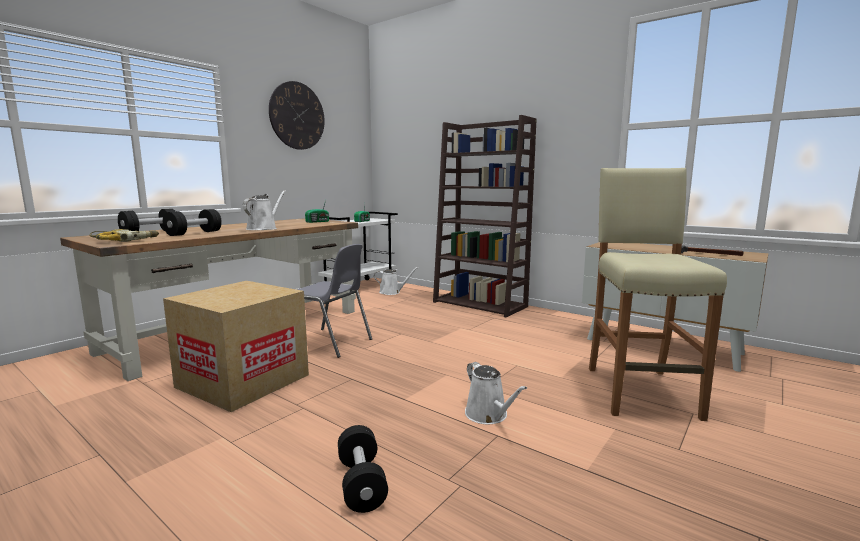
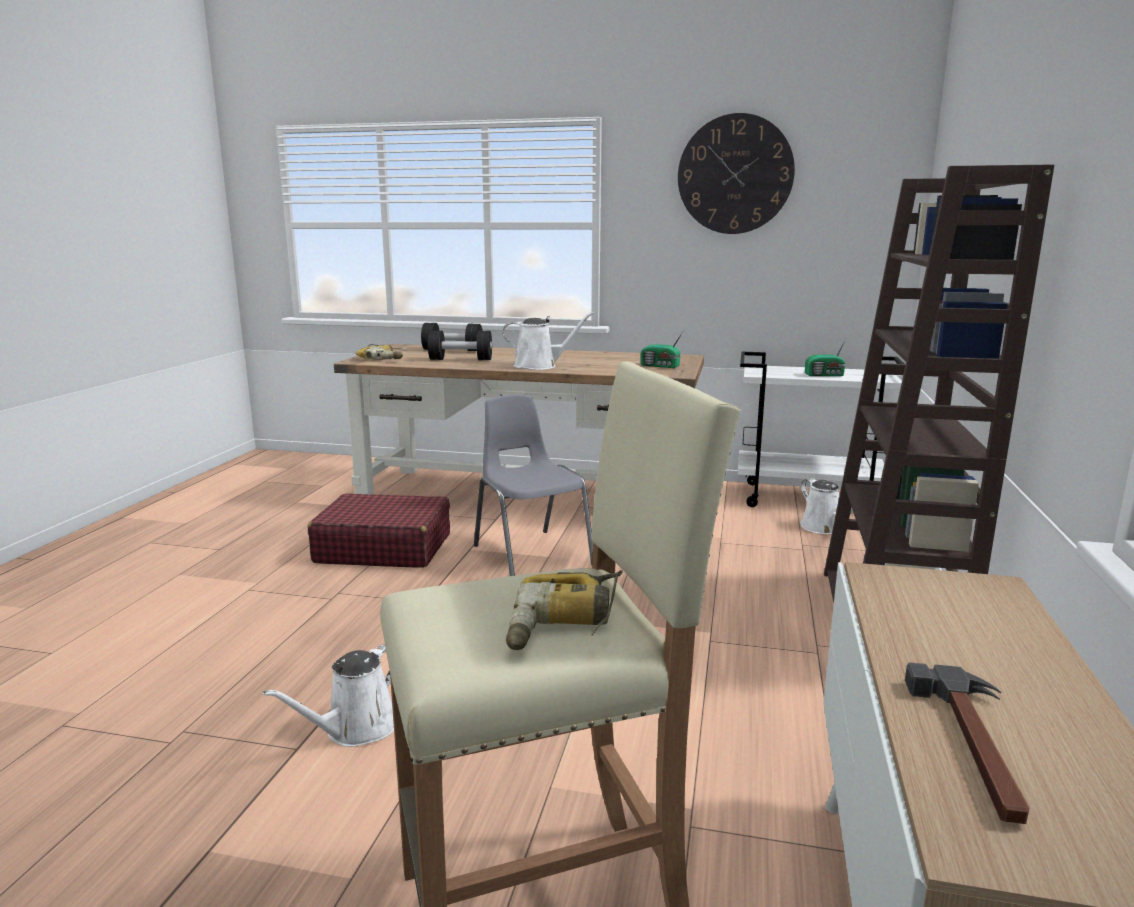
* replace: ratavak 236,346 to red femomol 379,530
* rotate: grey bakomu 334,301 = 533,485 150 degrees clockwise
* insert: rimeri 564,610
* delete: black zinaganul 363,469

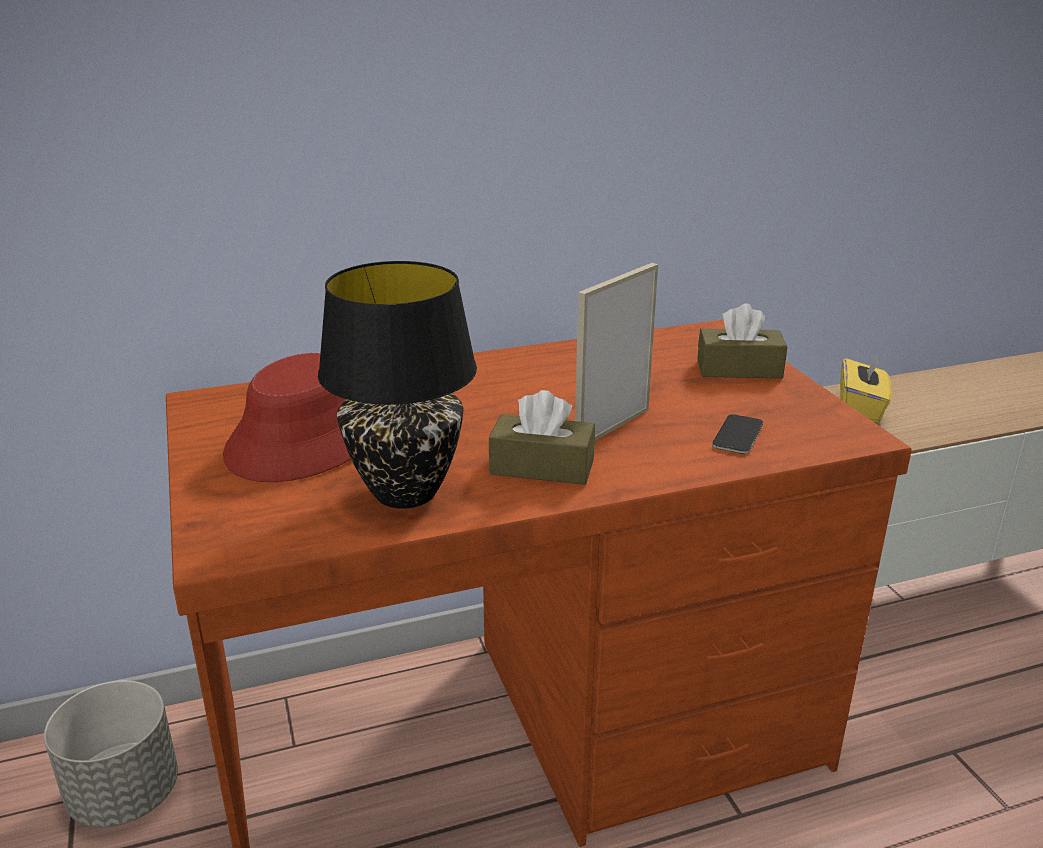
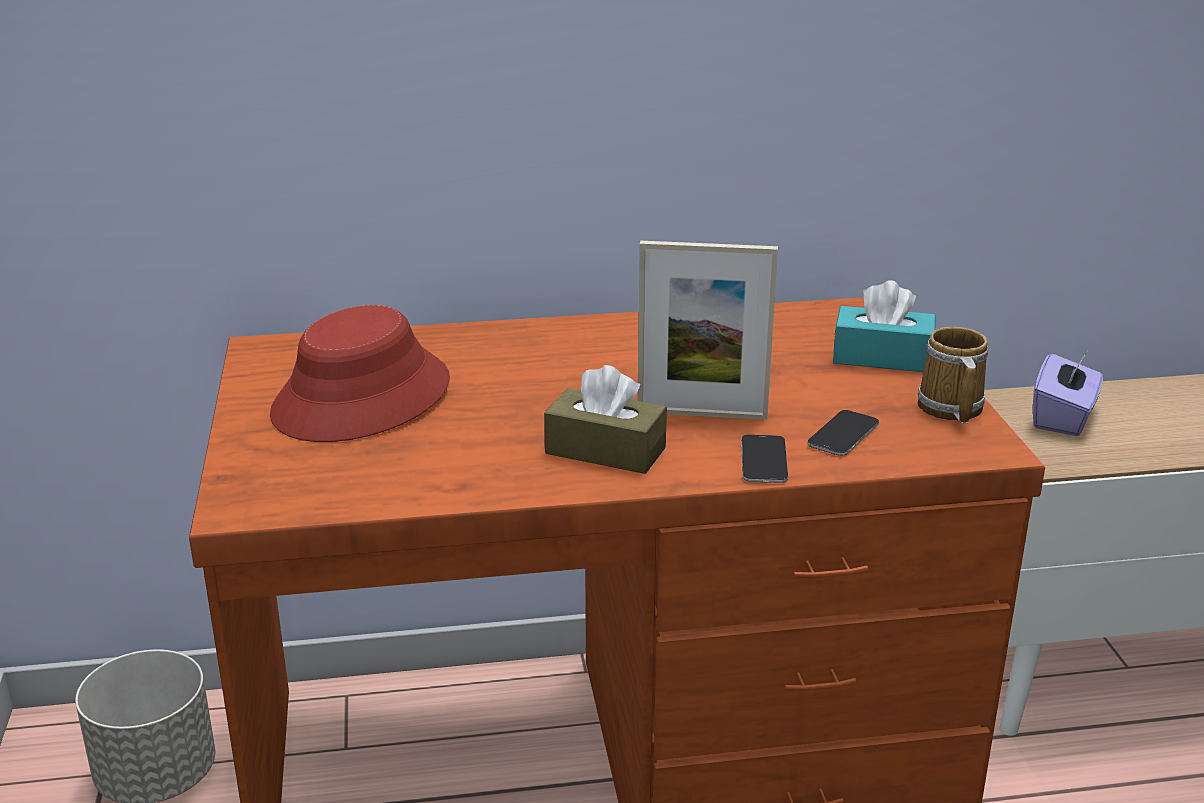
* rotate: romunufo 616,352 = 708,330 135 degrees counterclockwise
* insert: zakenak 764,459
* recolor: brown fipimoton 742,341 to turquoise fipimoton 884,326
* insert: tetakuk 953,375
* recolor: yellow fipimoton 866,388 to purple fipimoton 1068,394
* delete: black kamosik 397,385

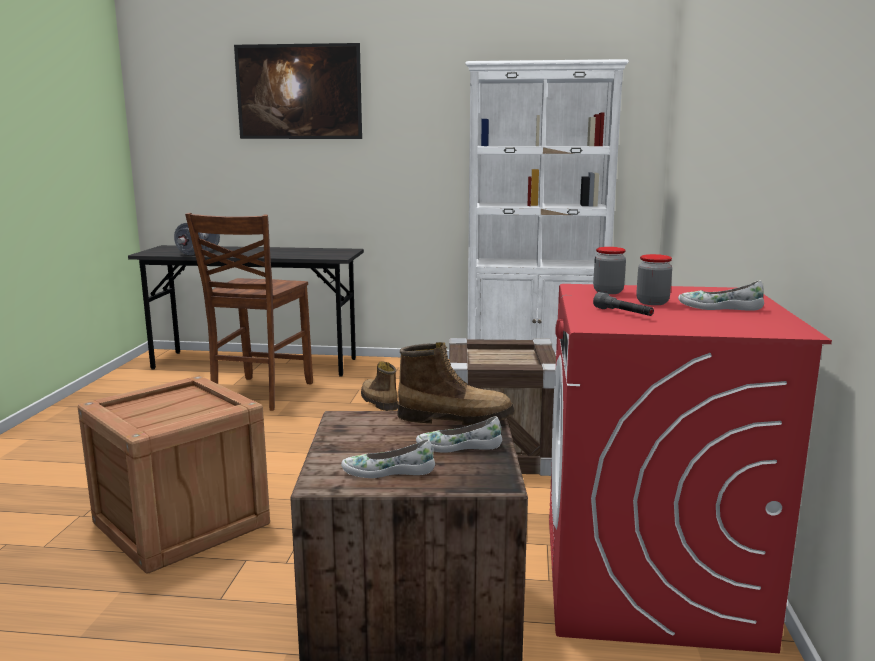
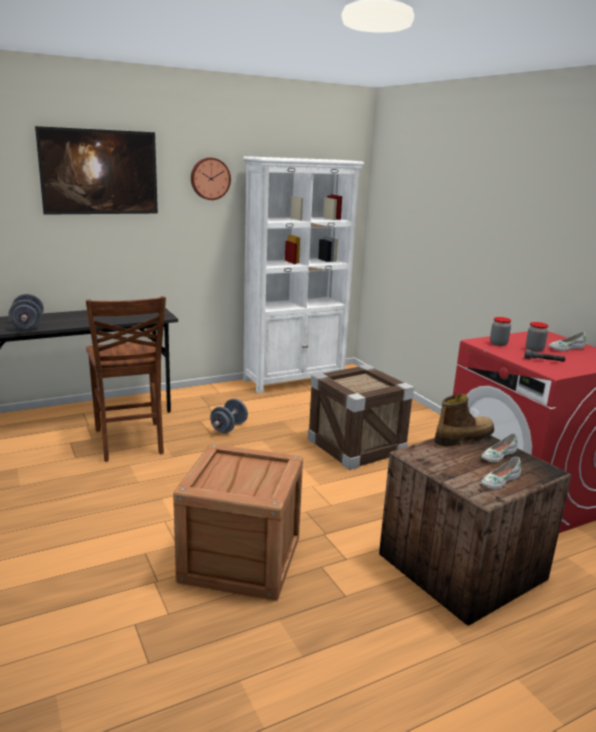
* insert: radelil 211,178
* replace: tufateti 379,386 to grey zinaganul 229,415

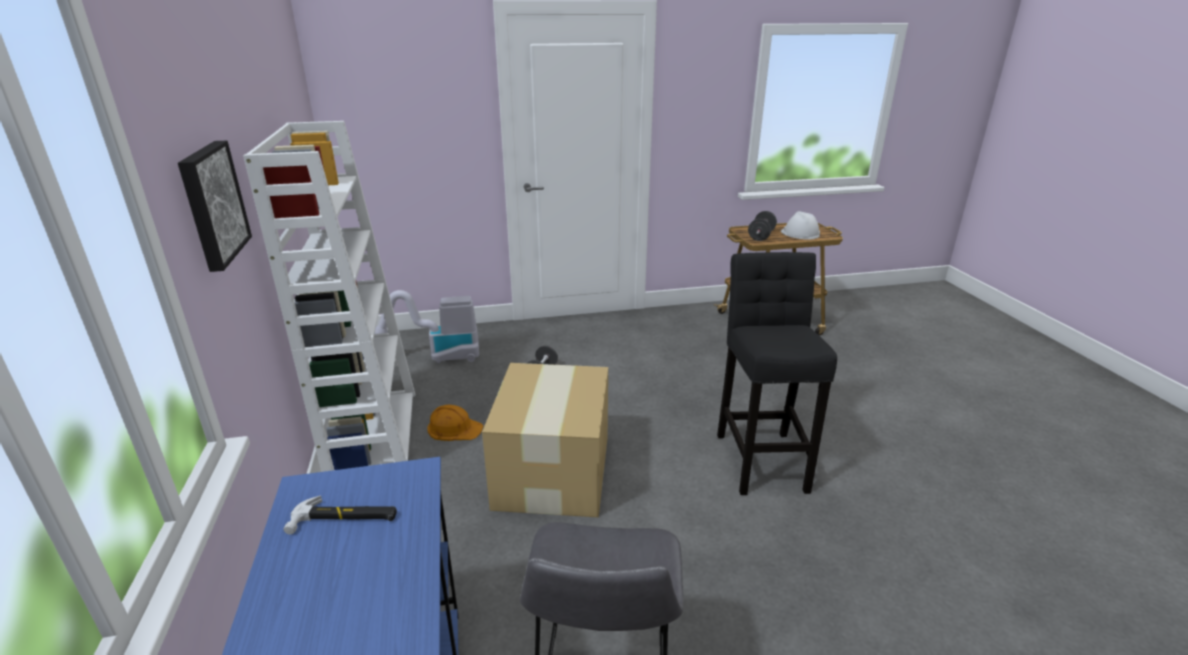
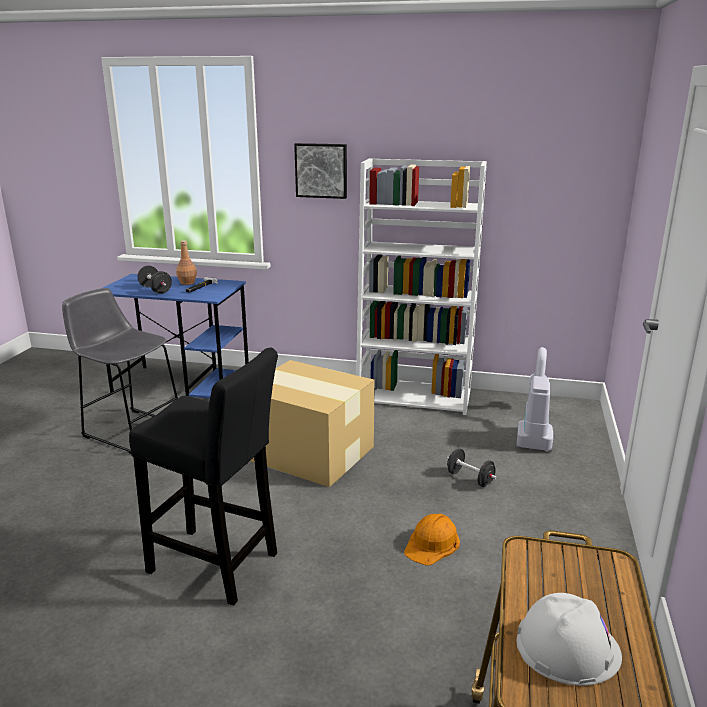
* move: black zinaganul 762,226 to 154,280
* insert: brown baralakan 186,262
* move: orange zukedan 455,422 to 432,539

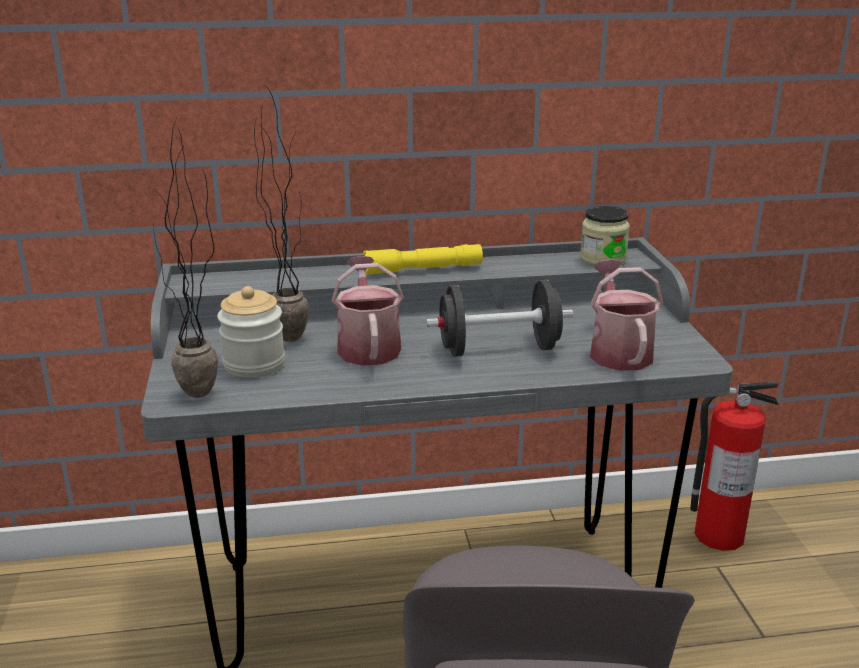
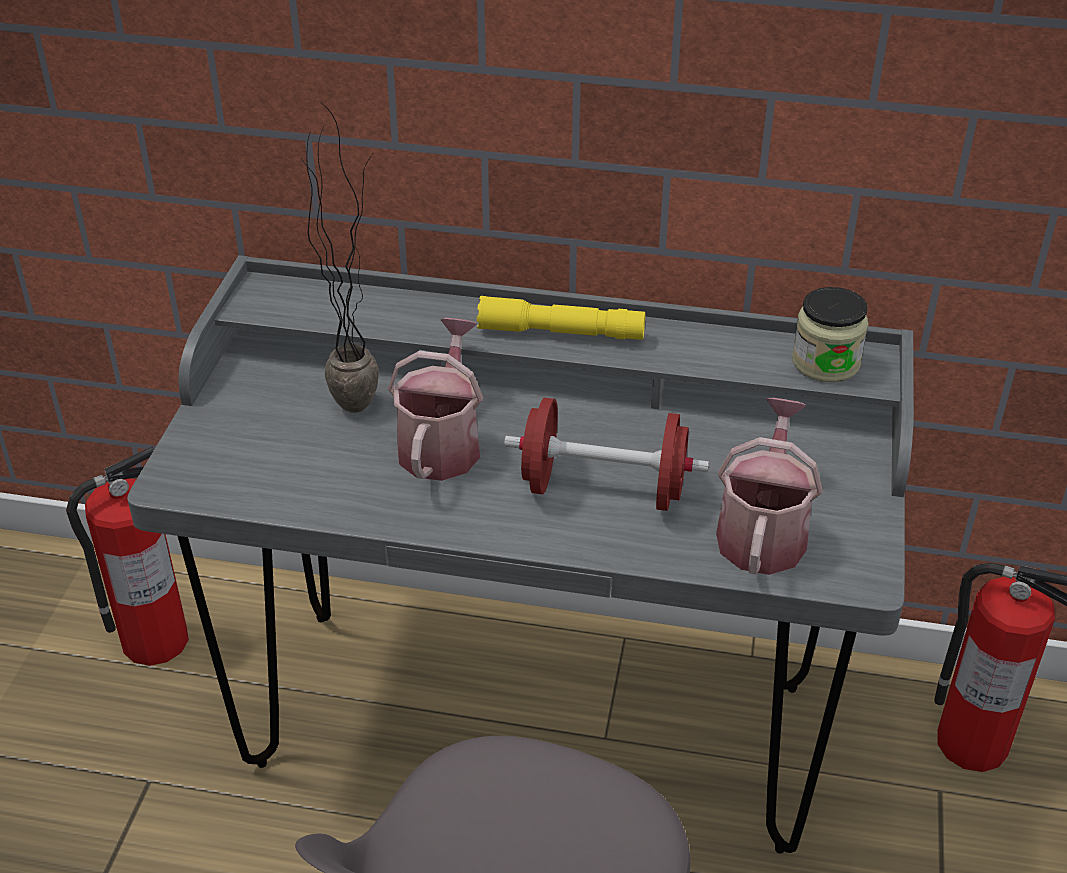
* insert: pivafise 127,556
* recolor: black zinaganul 499,318 to red zinaganul 606,454
* delete: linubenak 185,259
* delete: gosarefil 251,332

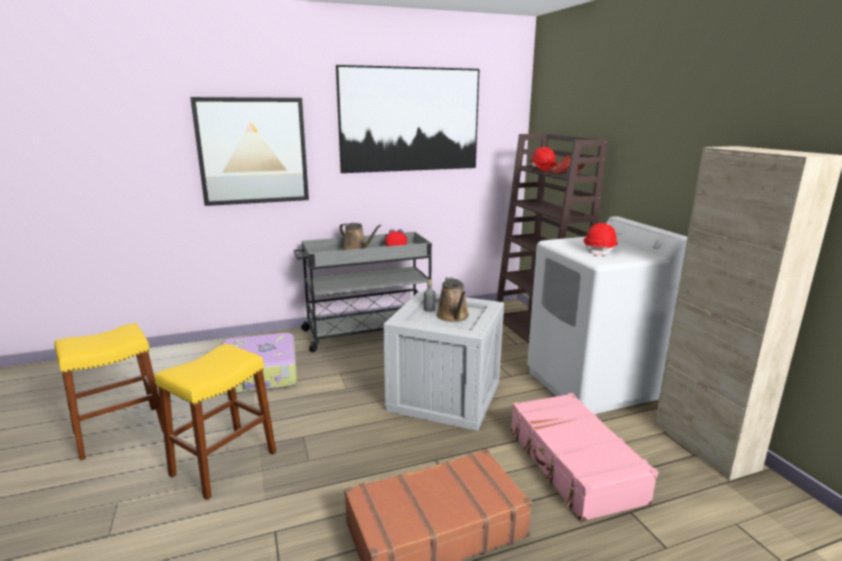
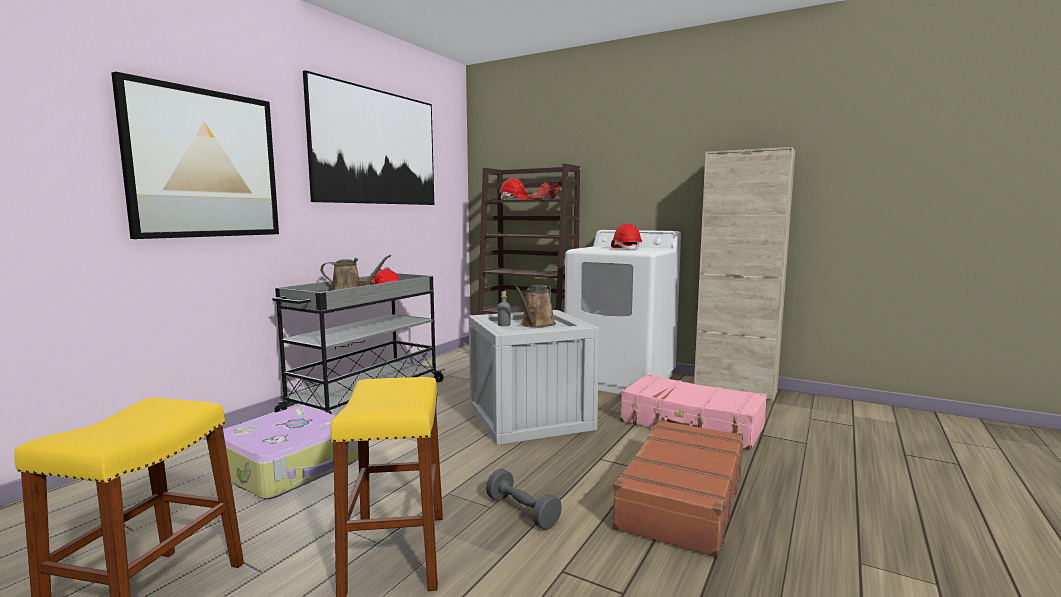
* insert: grey zinaganul 524,499
* rotate: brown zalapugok 452,299 = 535,306 75 degrees clockwise

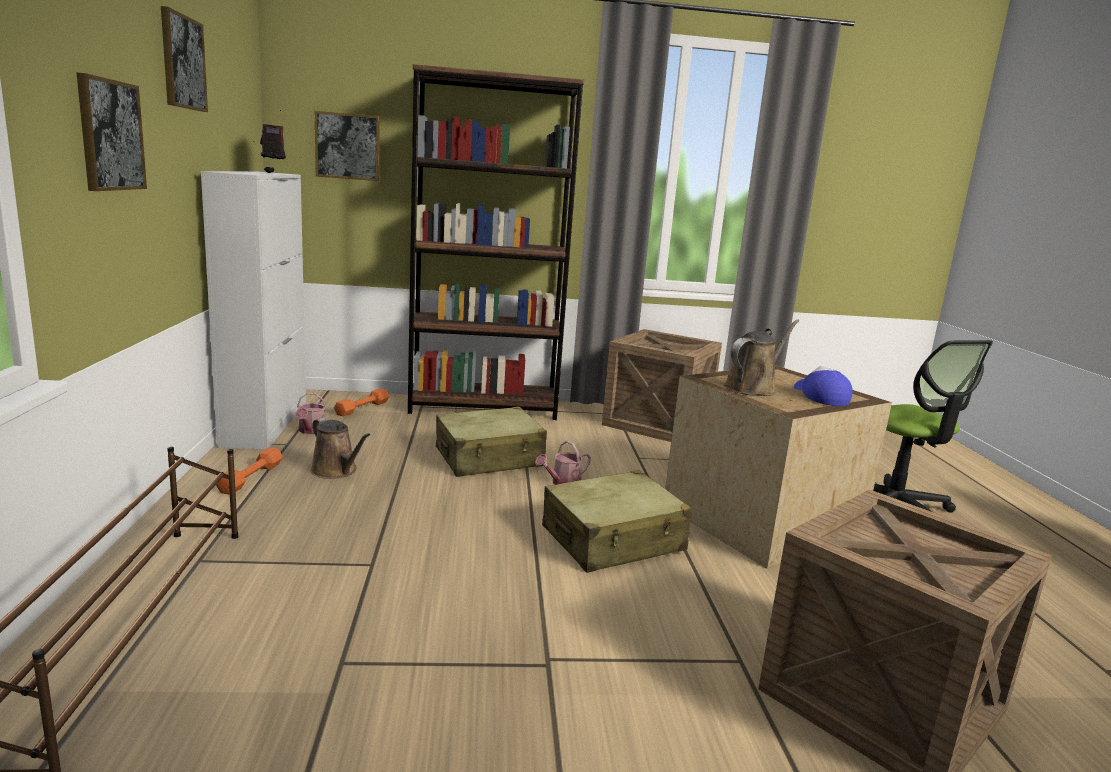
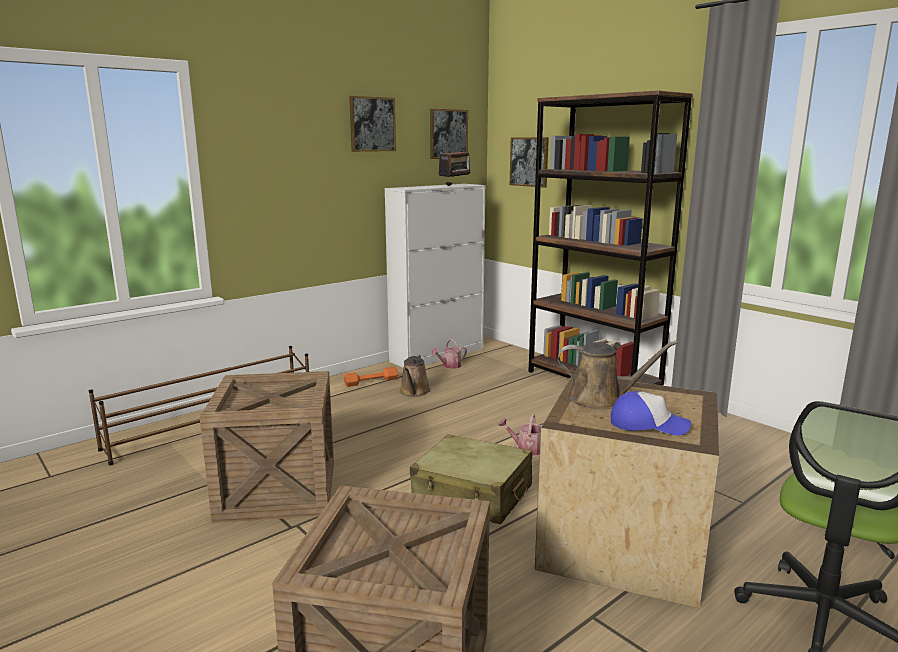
* move: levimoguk 662,385 to 266,447
* move: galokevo 112,131 to 449,134
* rotate: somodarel 823,386 = 651,413 60 degrees clockwise
* delete: orange zinaganul 361,402
* delete: beige femomol 491,442

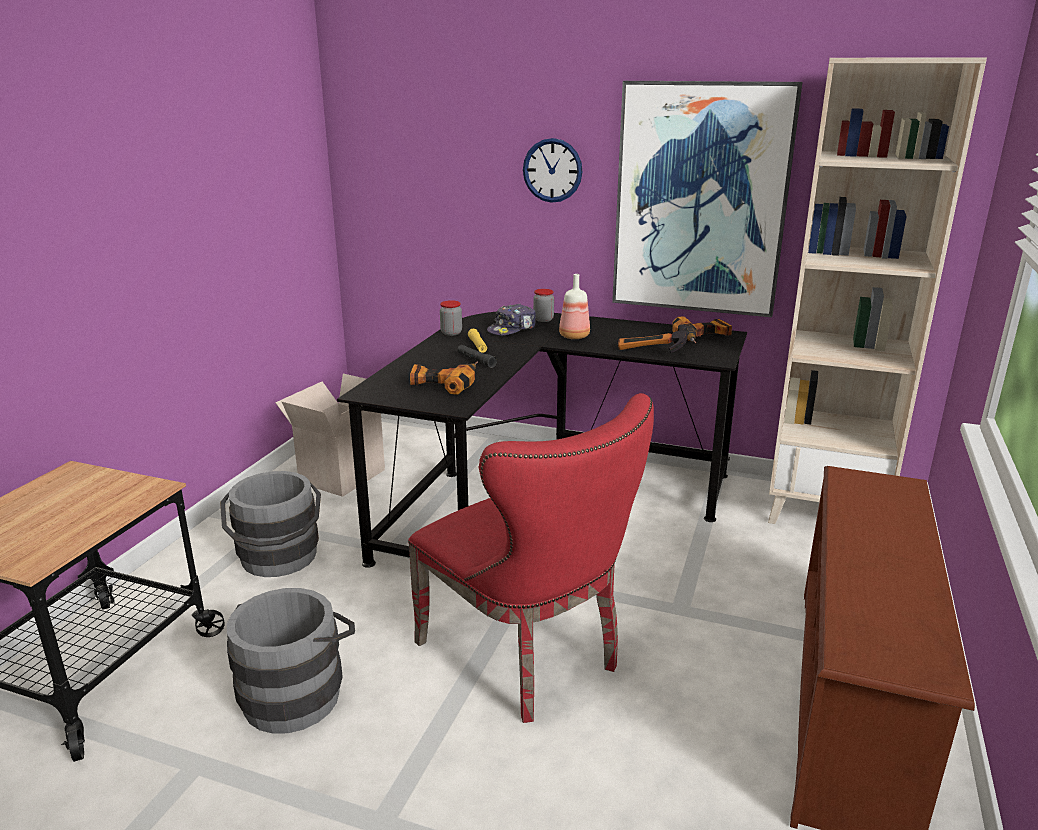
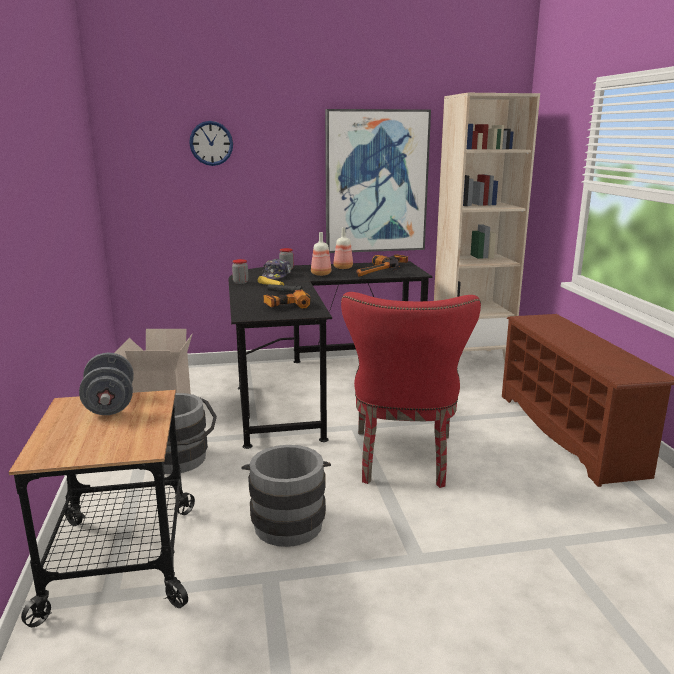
* insert: grey zinaganul 106,384
* move: radelil 553,170 to 211,143
* insert: baralakan 343,248
* rotate: red bakomu 531,558 = 411,390 75 degrees clockwise

